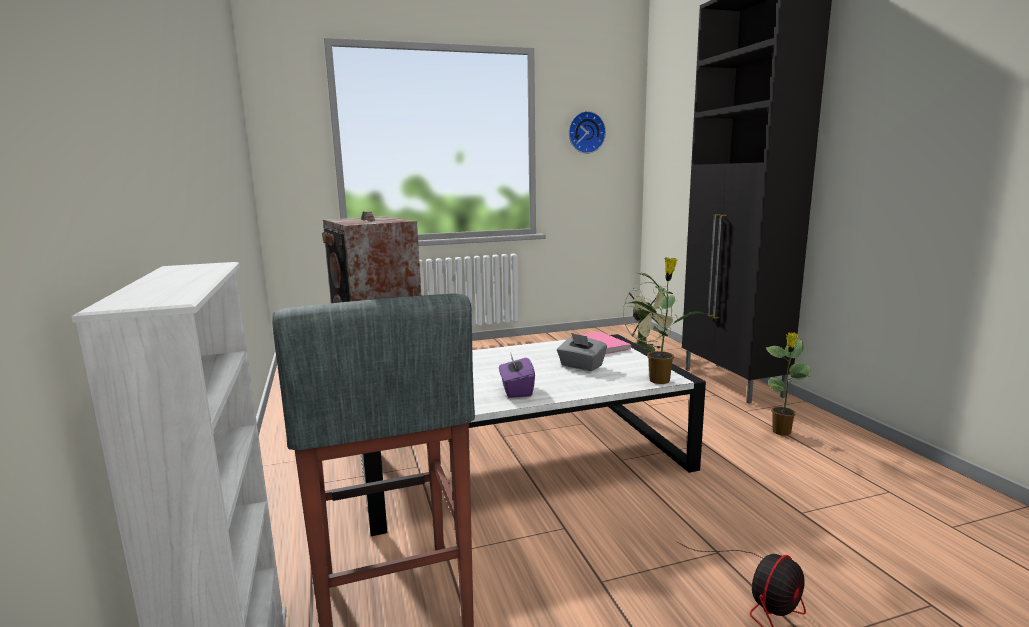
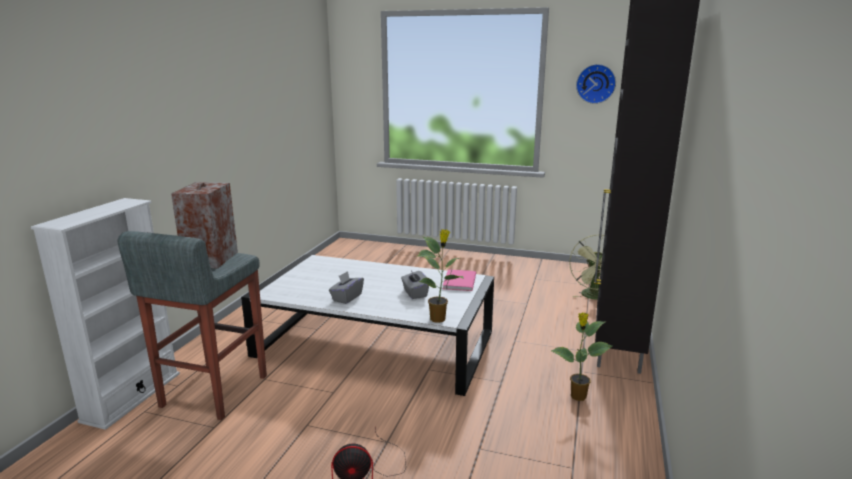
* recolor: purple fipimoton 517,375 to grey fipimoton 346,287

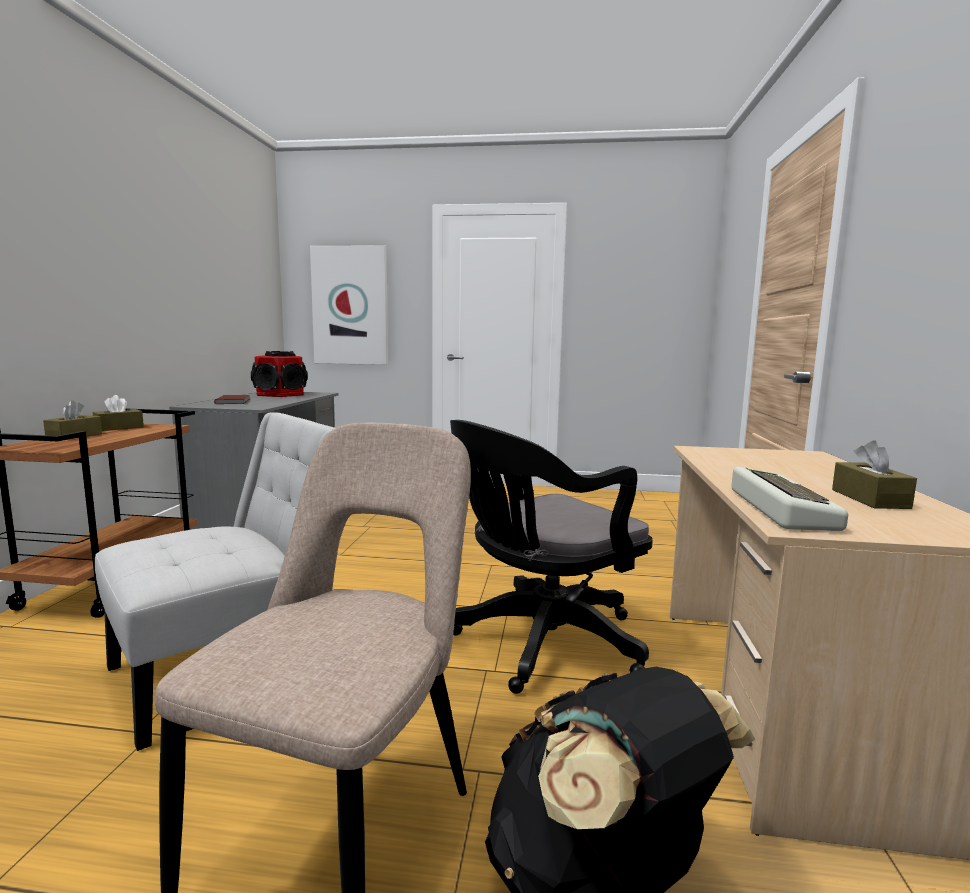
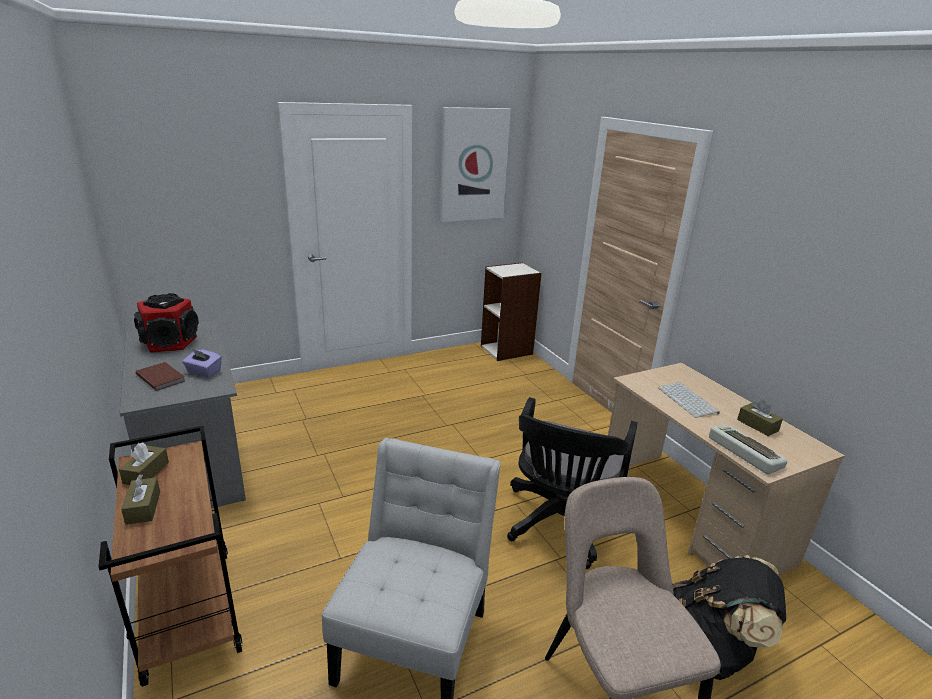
* insert: purple fipimoton 202,363
* move: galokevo 349,305 to 475,164
* insert: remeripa 511,312
* insert: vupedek 689,400

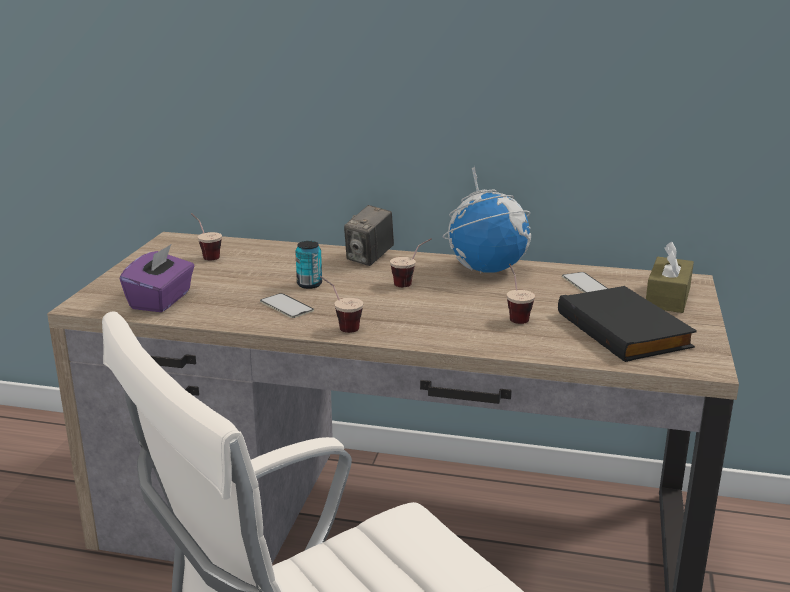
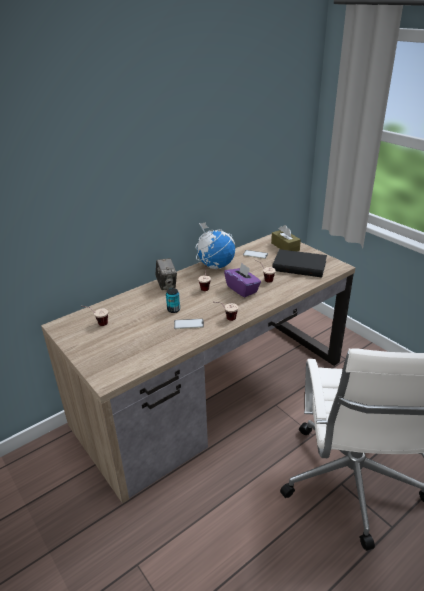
* move: purple fipimoton 157,278 to 242,280

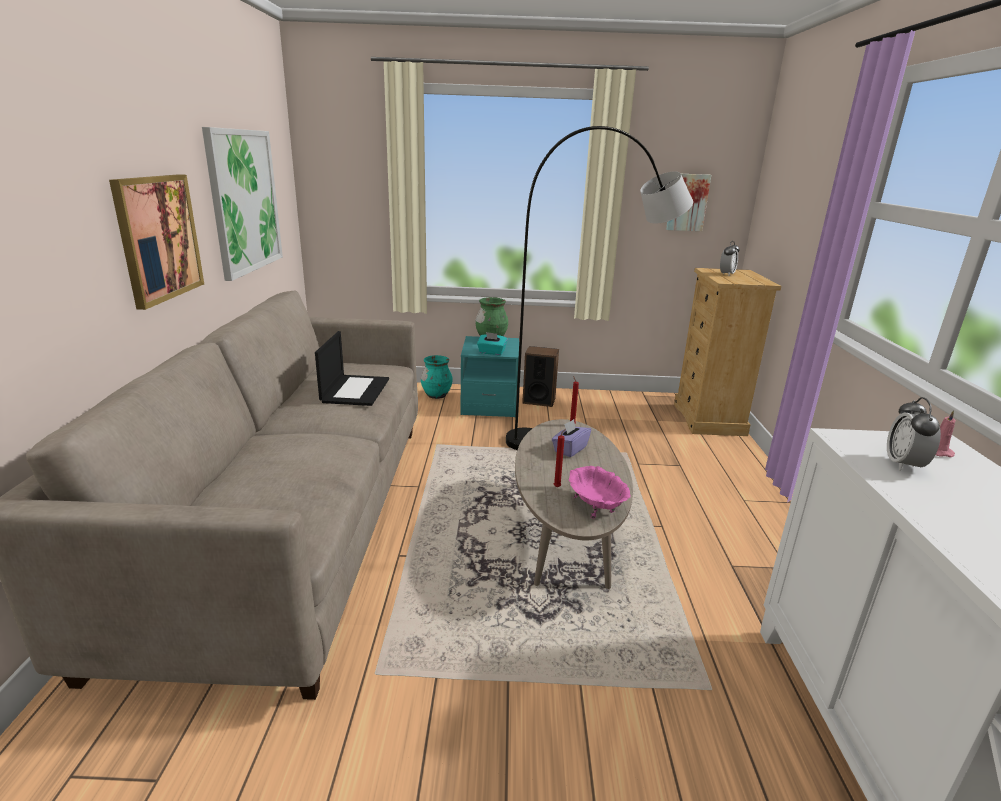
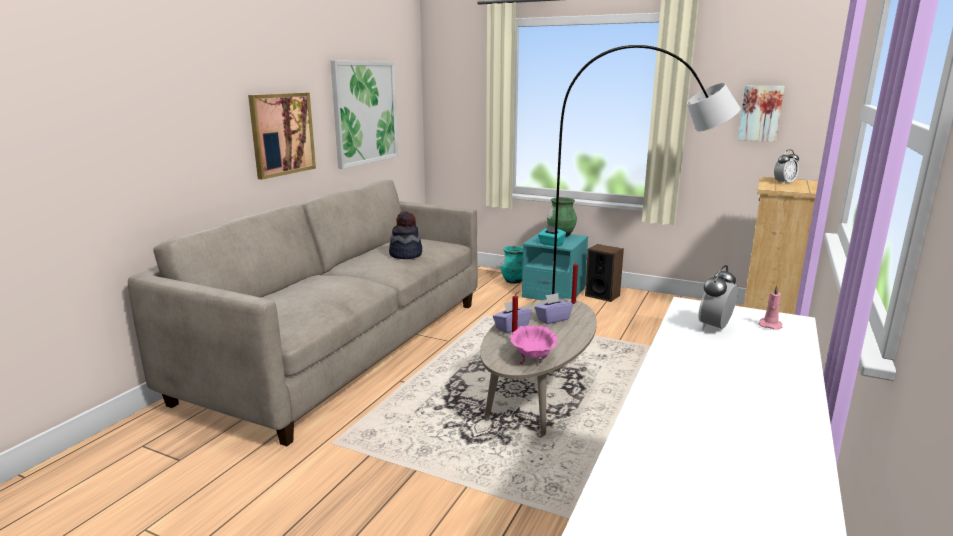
* replace: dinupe 352,368 to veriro 405,235
* insert: purple fipimoton 512,317

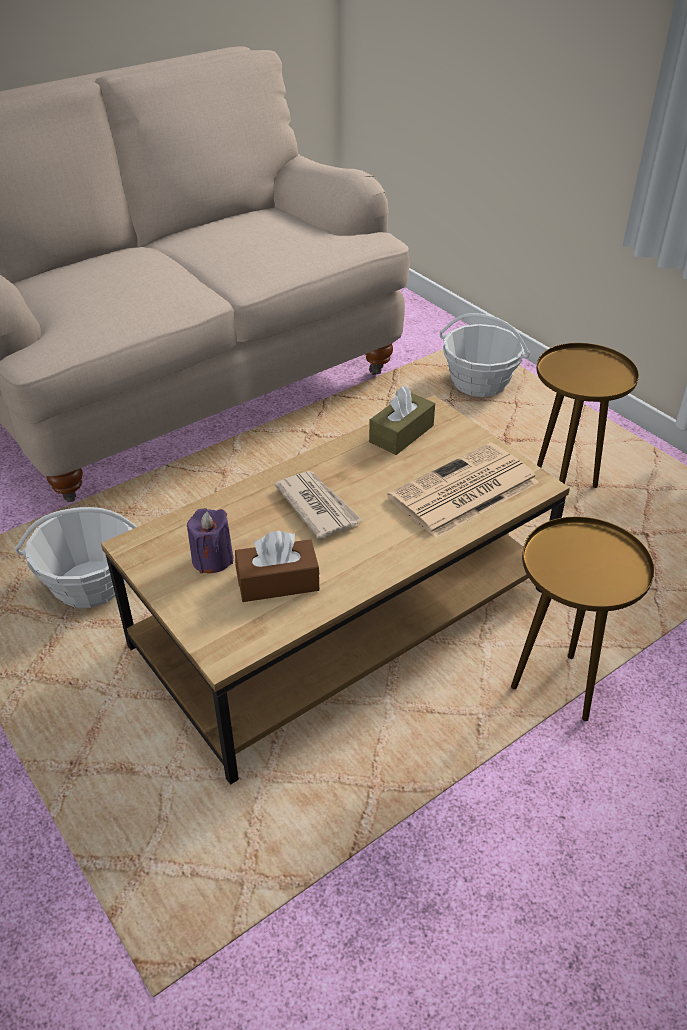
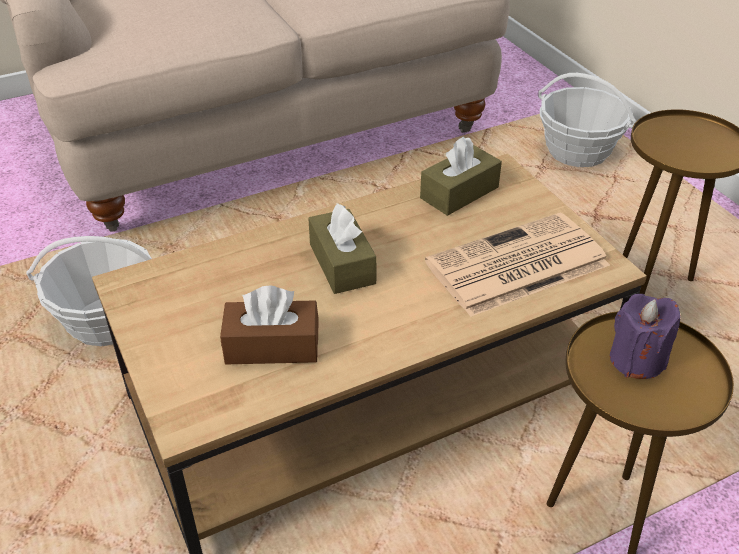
* replace: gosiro 318,505 to brown fipimoton 342,248
* move: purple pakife 210,540 to 645,336

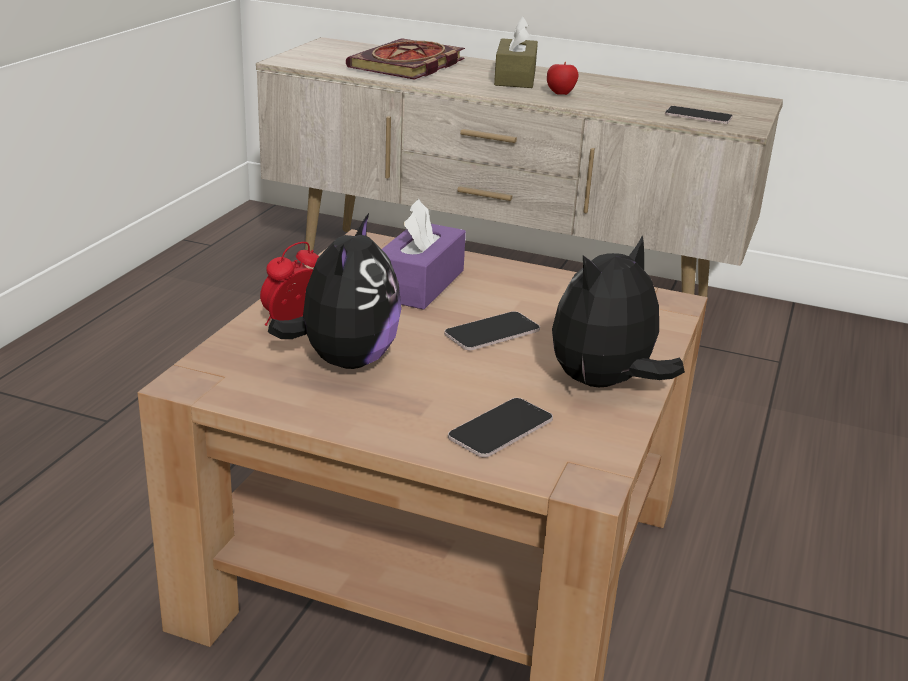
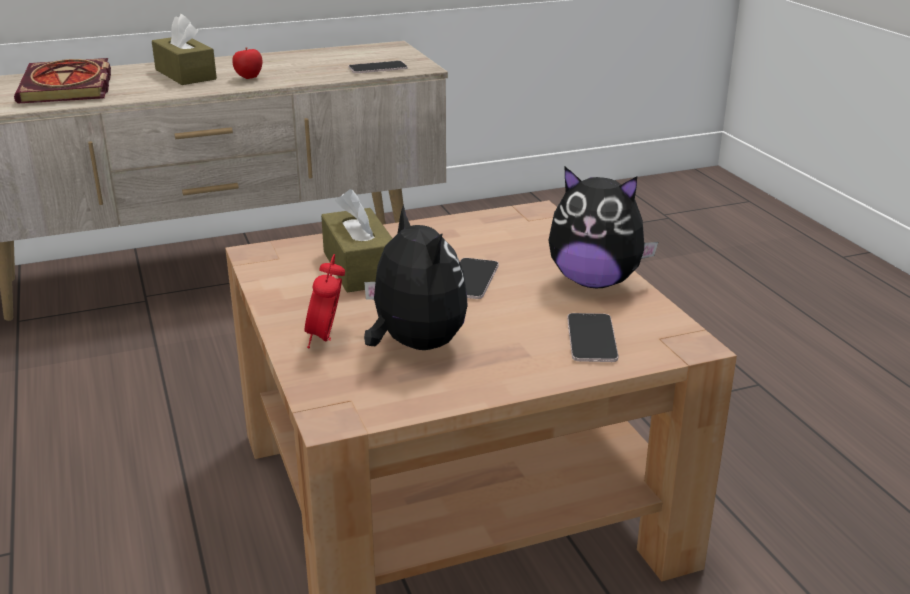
* recolor: purple fipimoton 424,254 to brown fipimoton 357,241
* rotate: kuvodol 618,311 = 603,227 75 degrees counterclockwise

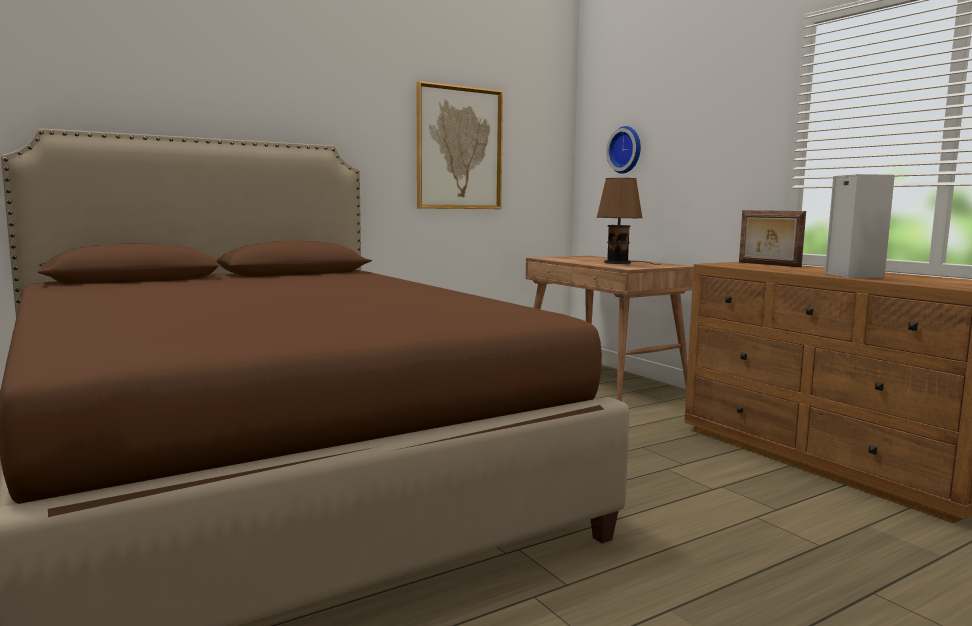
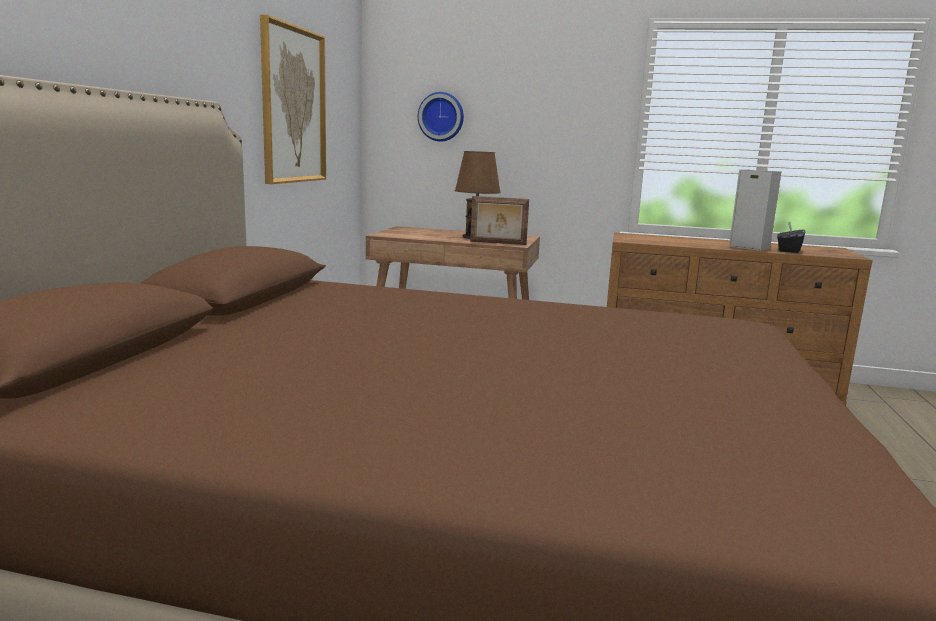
* move: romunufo 772,238 to 499,220
* insert: black fipimoton 791,237

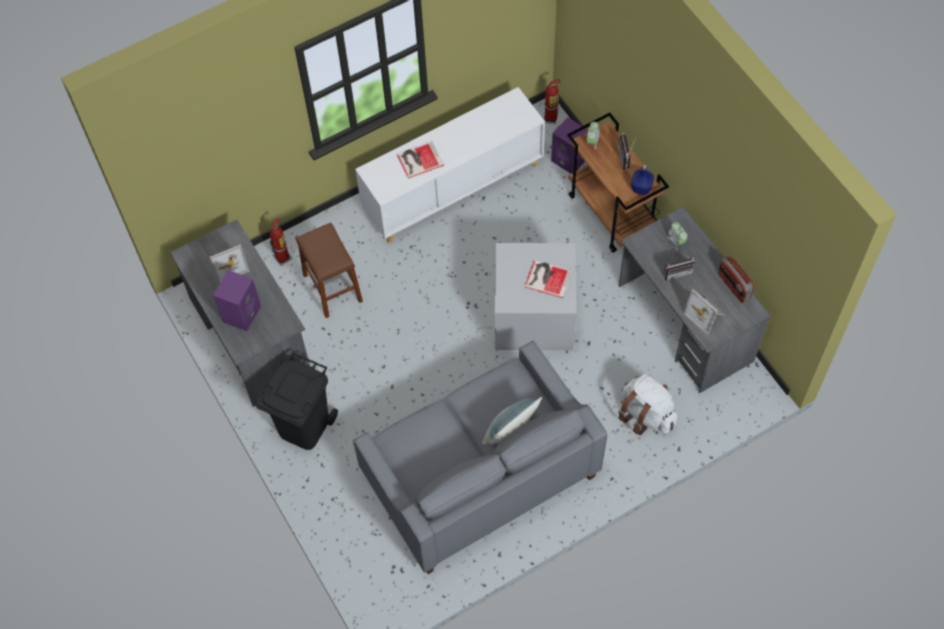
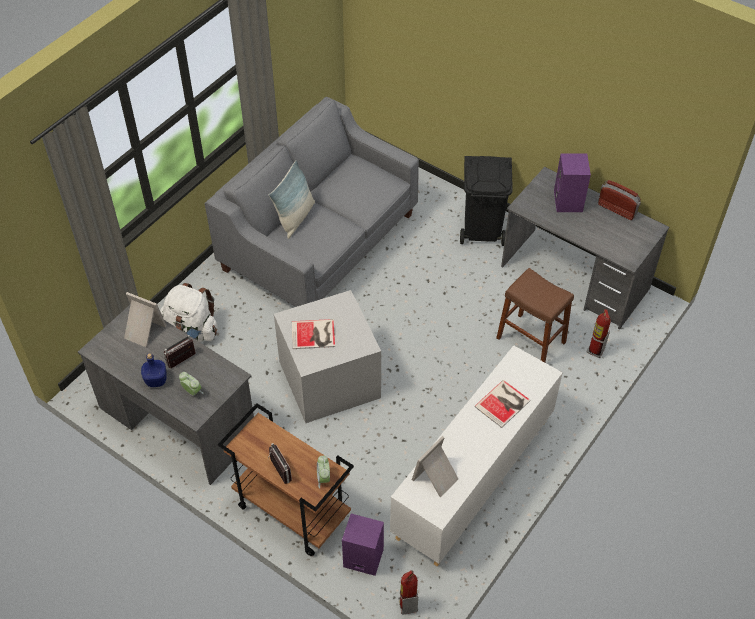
* move: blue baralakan 642,180 to 153,370
* move: romunufo 230,264 to 435,466
* move: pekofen 736,279 to 619,200

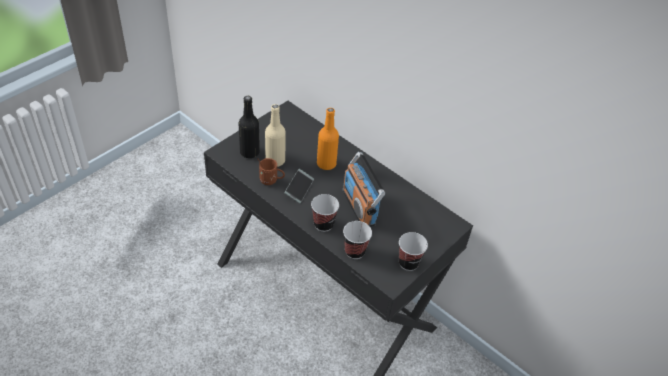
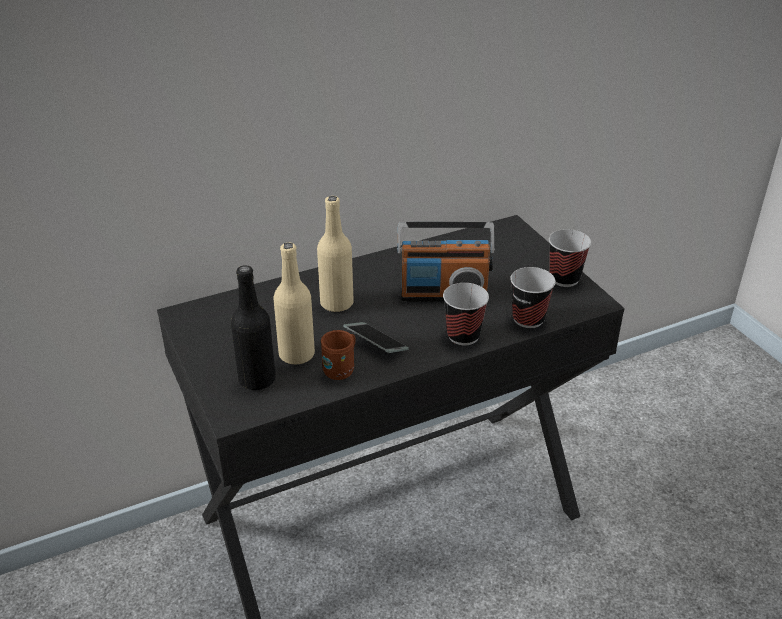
* recolor: orange baralakan 328,139 to beige baralakan 335,254

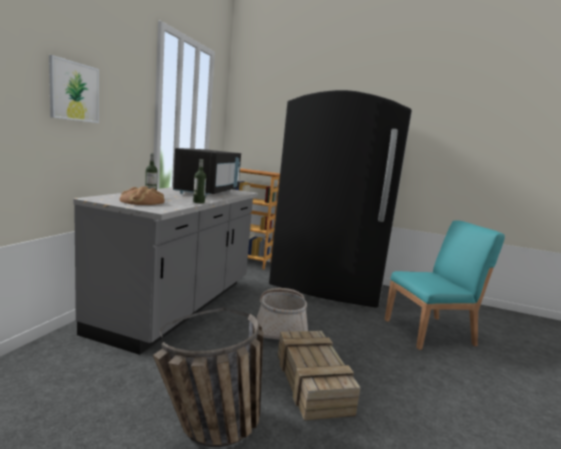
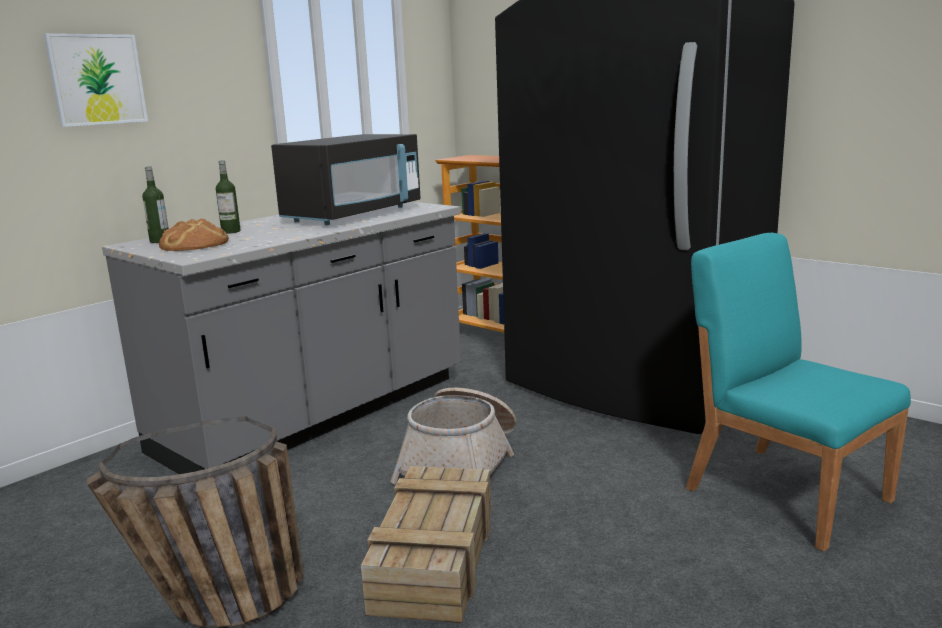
* move: baralakan 199,181 to 155,205
* rotate: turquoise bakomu 445,285 = 798,392 135 degrees counterclockwise

